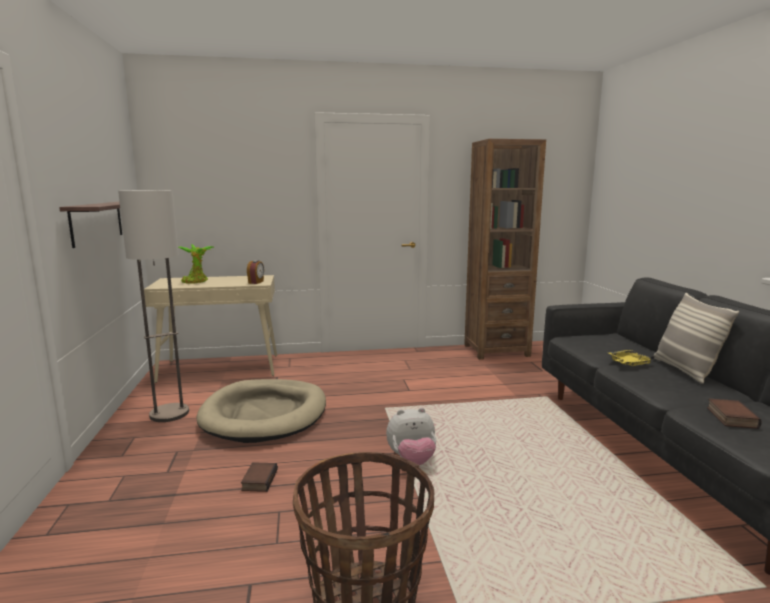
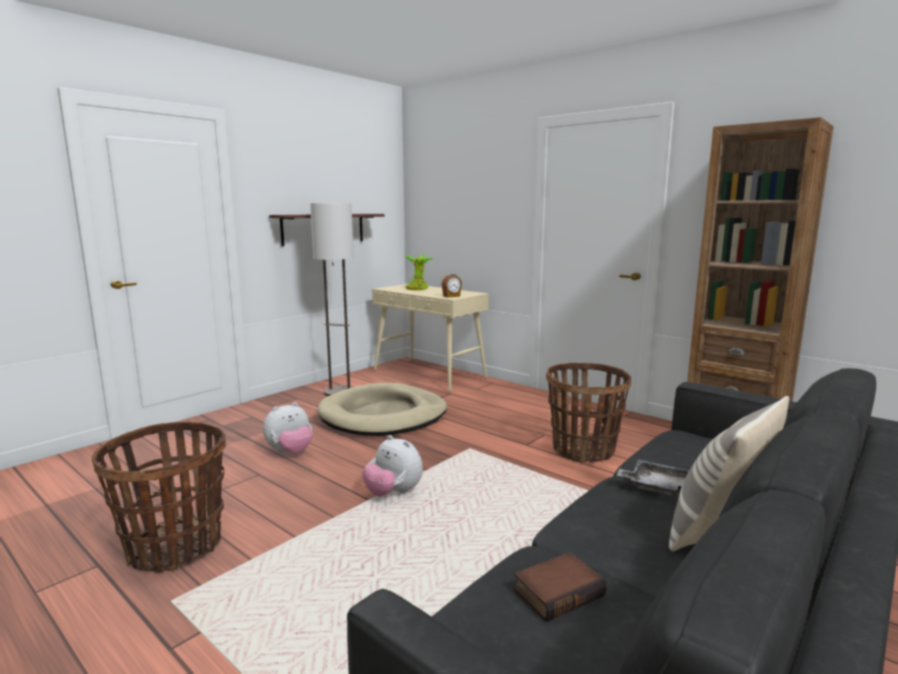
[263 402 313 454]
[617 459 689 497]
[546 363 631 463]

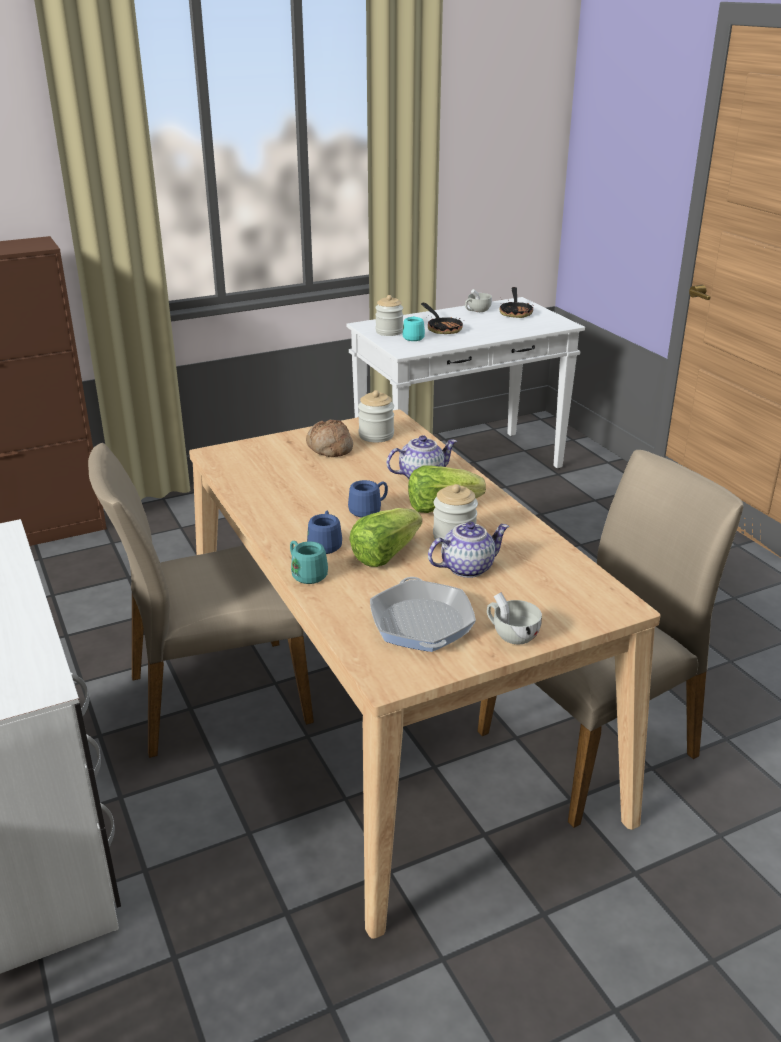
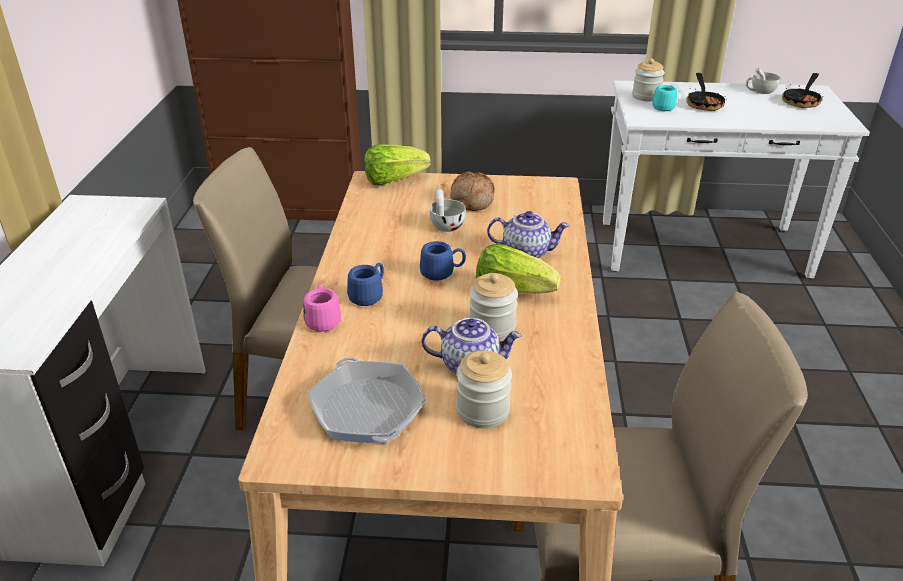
[303 284 341 332]
[364 144 431 185]
[456 350 512 428]
[307 357 426 443]
[430 189 466 232]

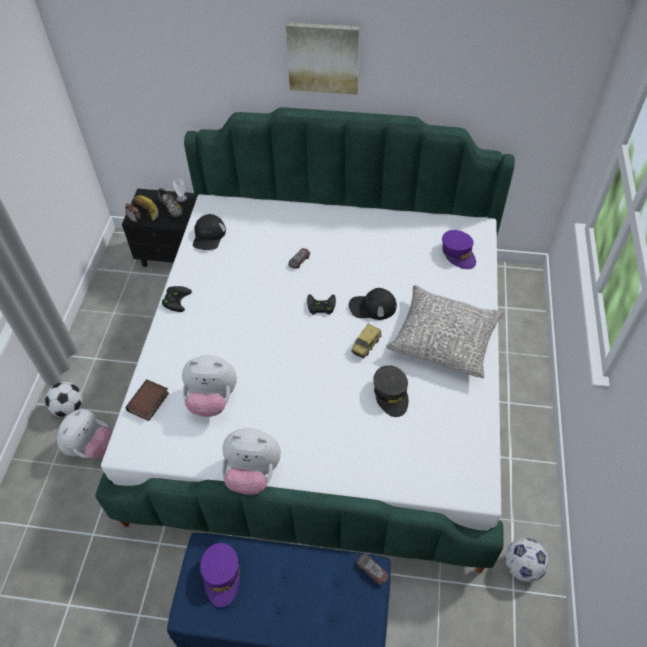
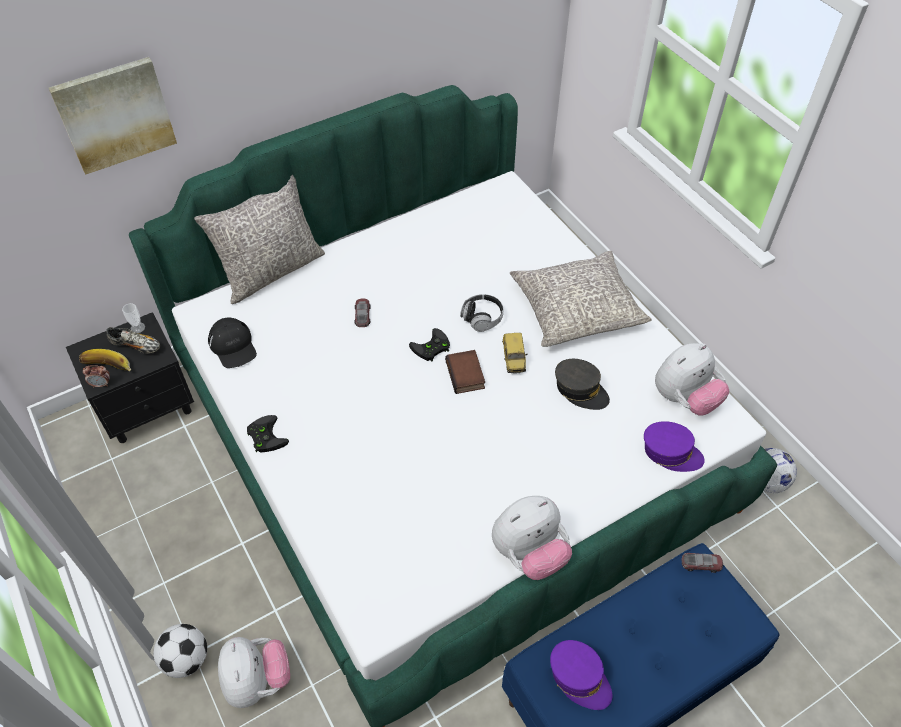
[445 350 485 394]
[655 343 729 416]
[49 57 177 175]
[460 294 503 332]
[644 421 705 472]
[194 175 325 304]

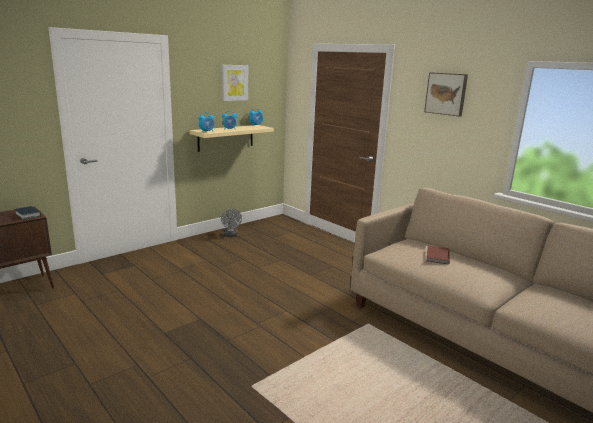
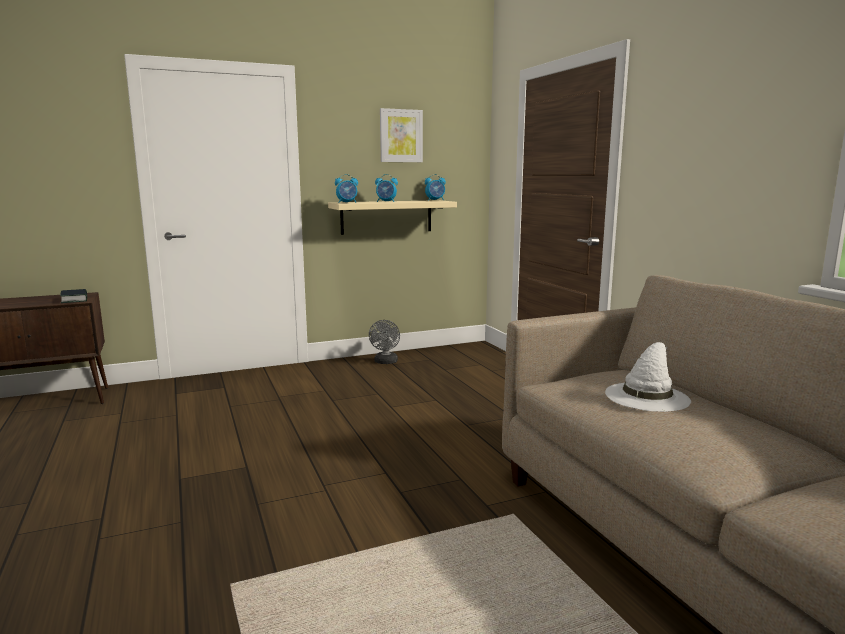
[424 72 468 117] (first image)
[605 342 691 412]

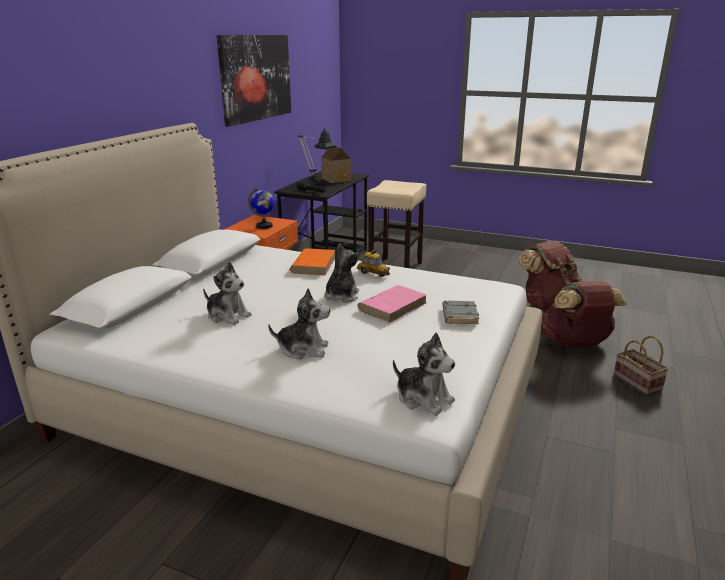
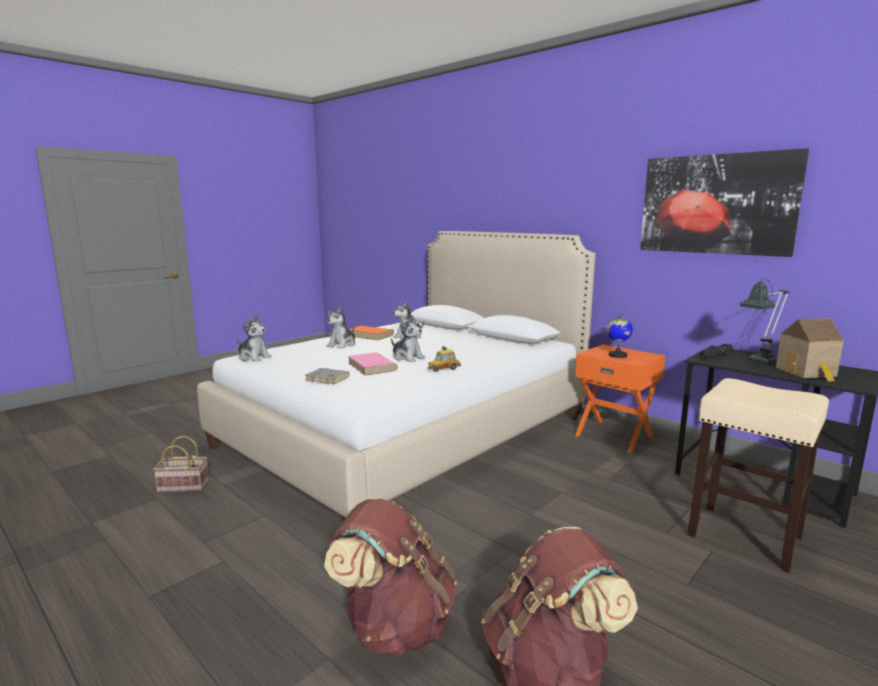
[350 326 394 340]
[237 315 272 362]
[153 436 209 493]

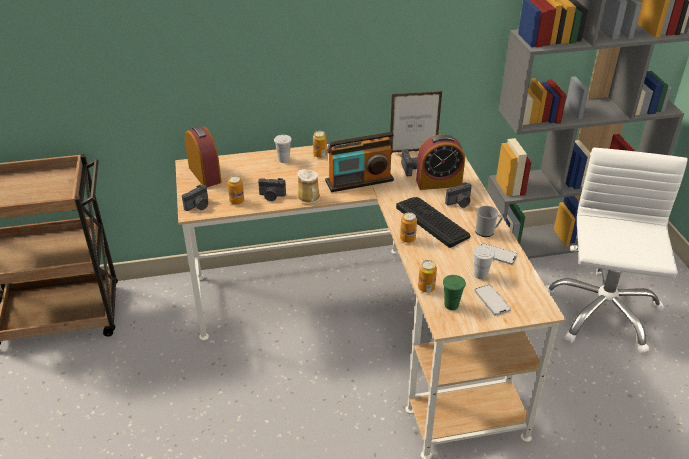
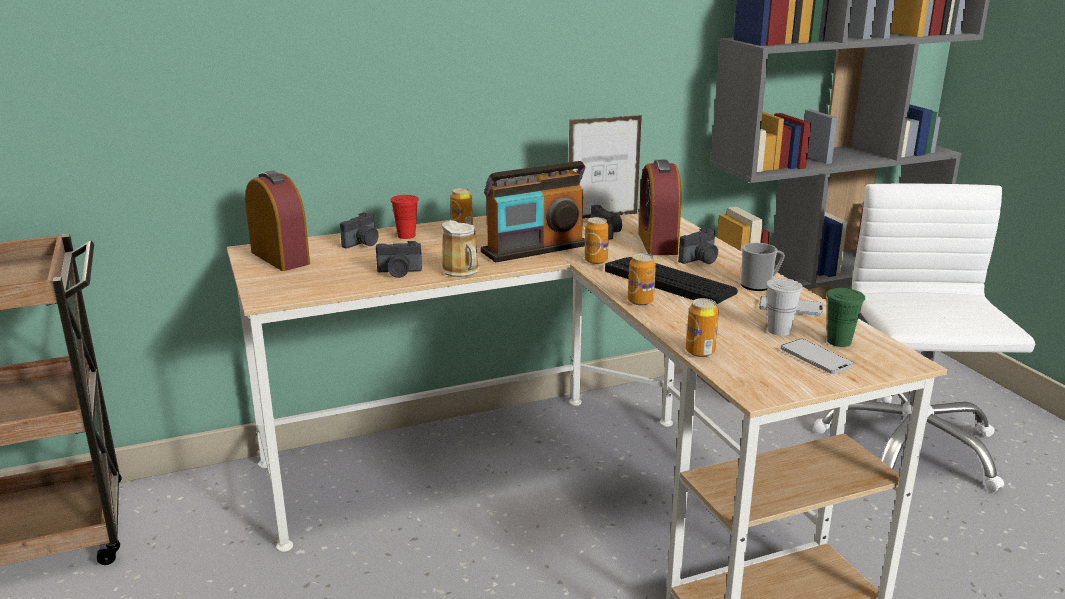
[340 212 379 248]
[584 217 609 264]
[390 195 419 239]
[638 160 682 255]
[826 288 865 347]

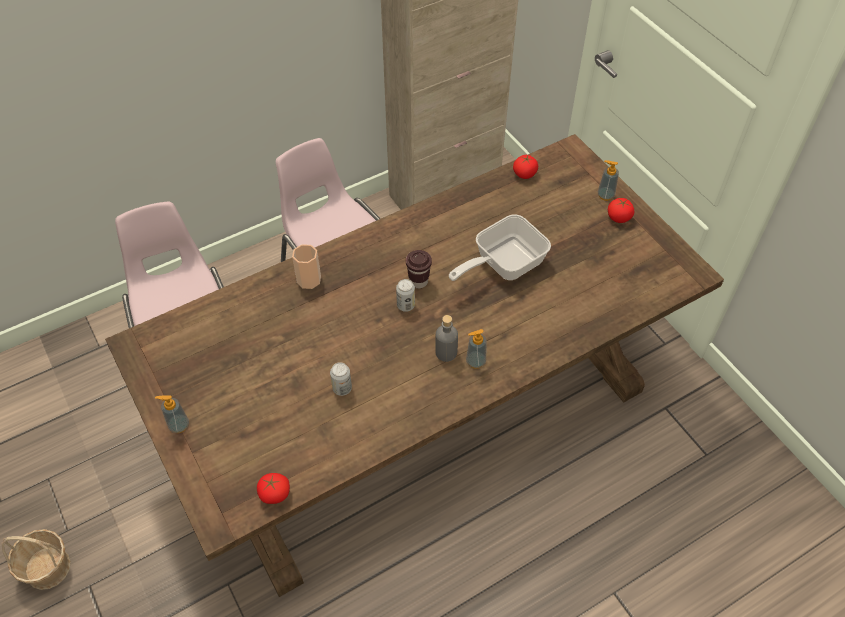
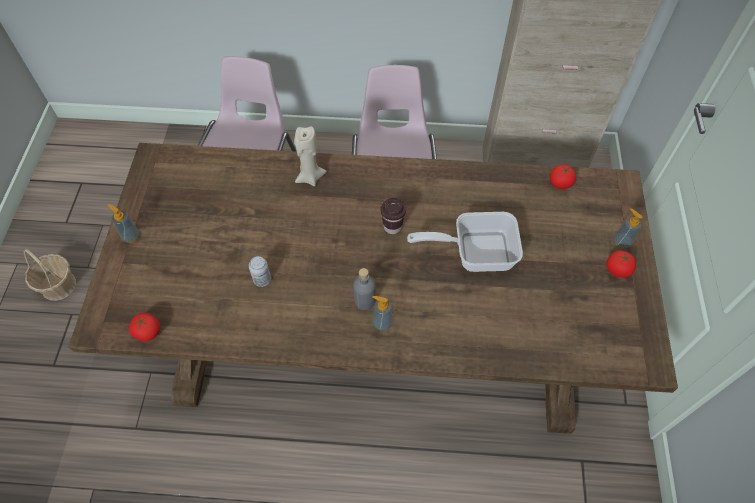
[294 126 327 186]
[396 279 415 312] (first image)

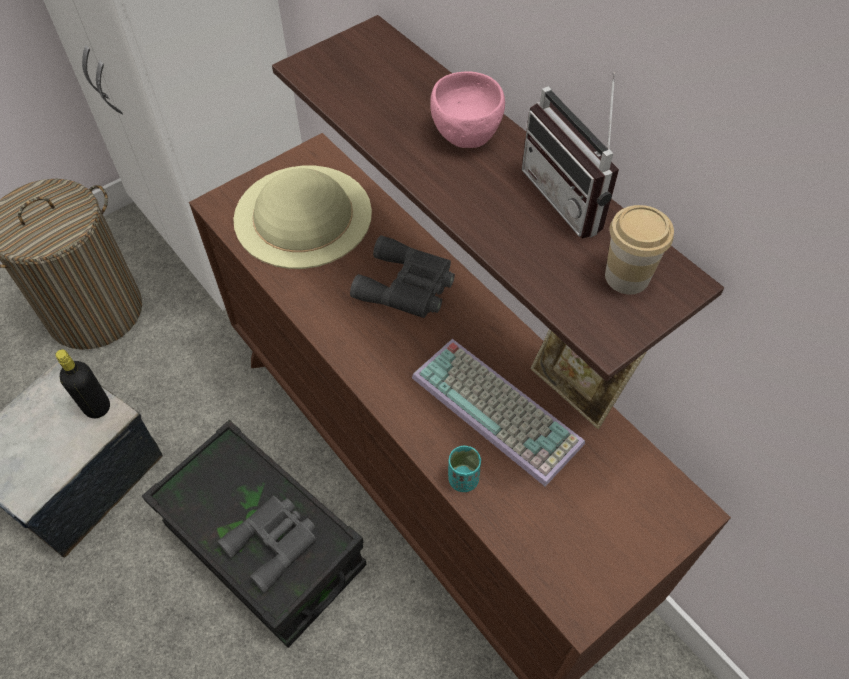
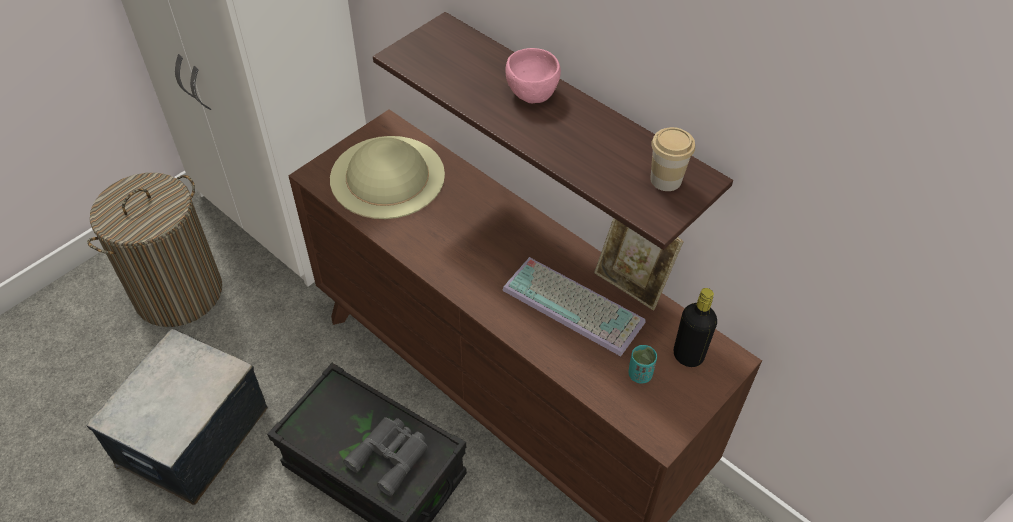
[674 288 717 367]
[350 235 455 318] (first image)
[628 345 657 384]
[522 72 619 238] (first image)

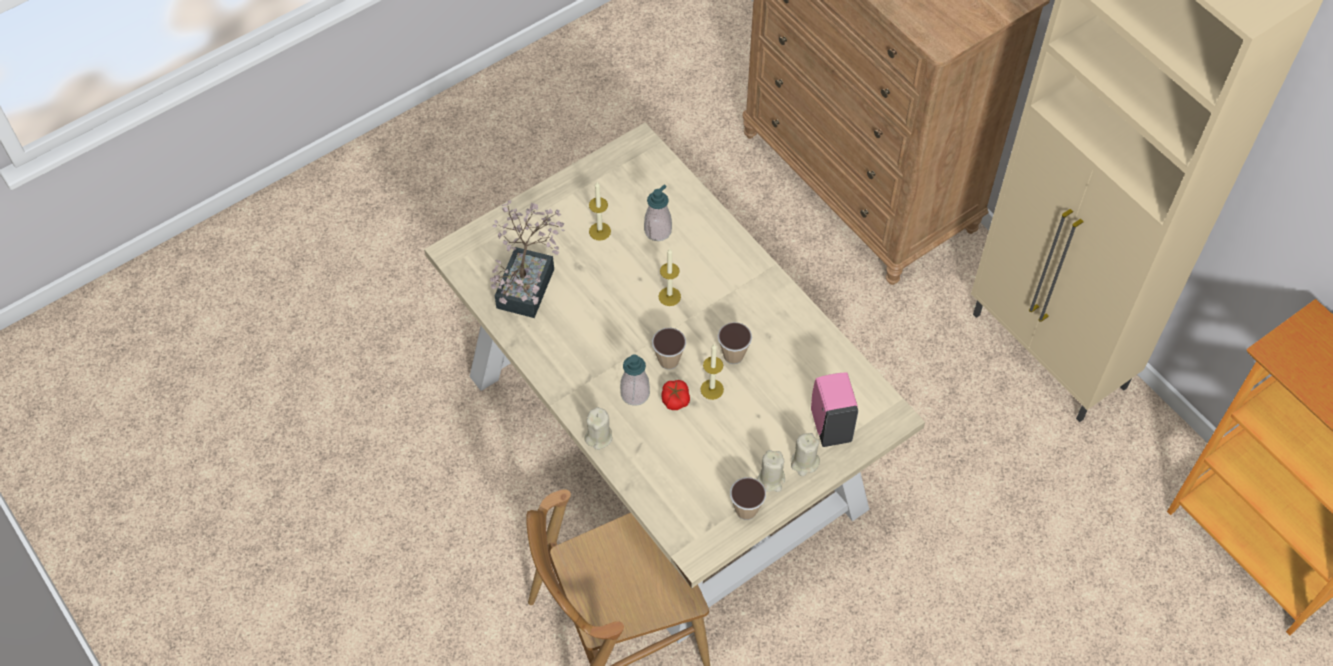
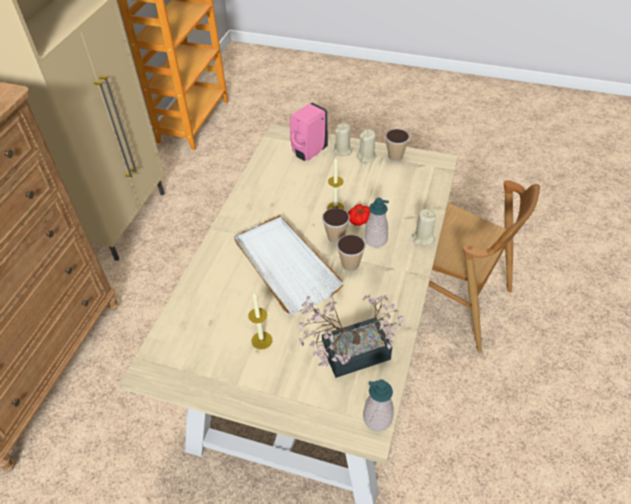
[363 379 394 431]
[234 215 344 315]
[337 235 366 272]

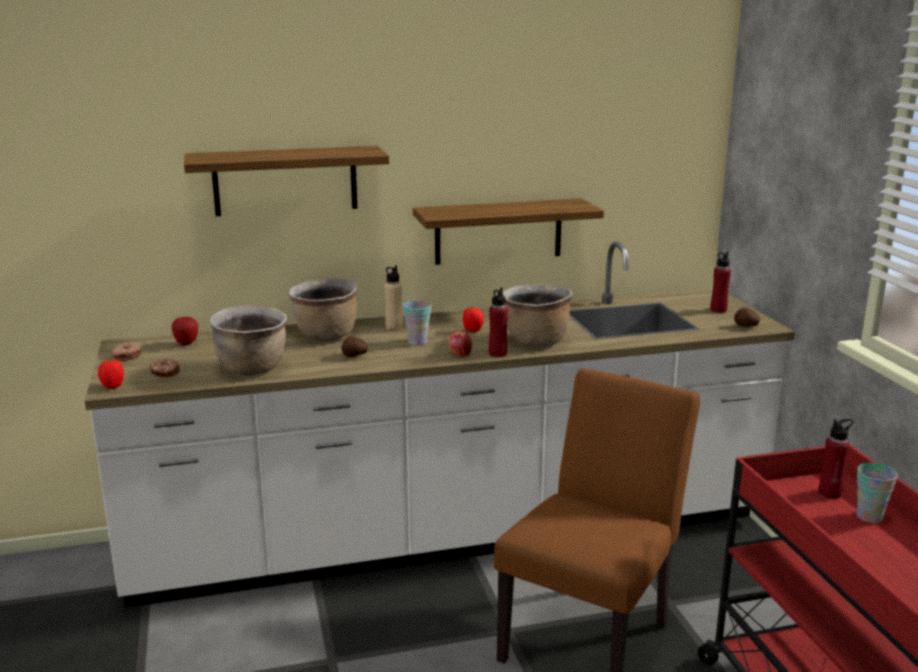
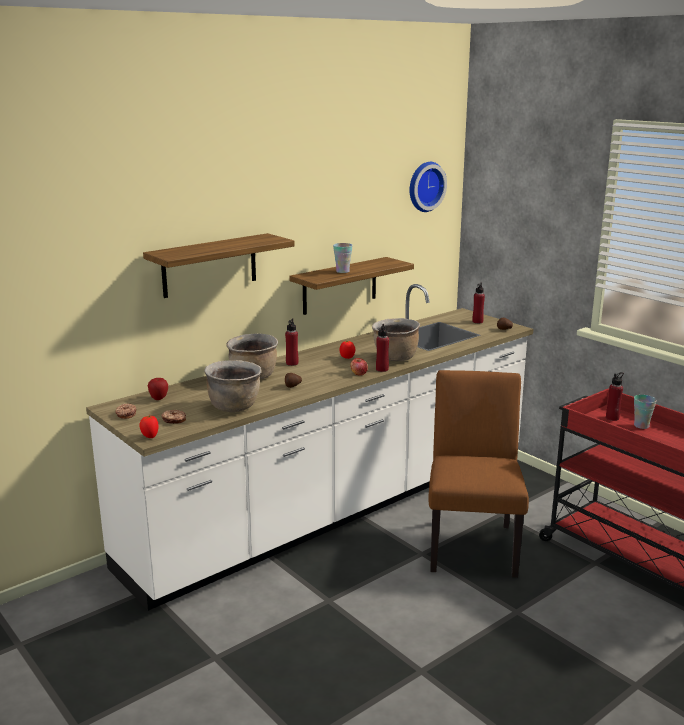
[285 319 299 366]
[333 243 353 273]
[410 162 447 212]

